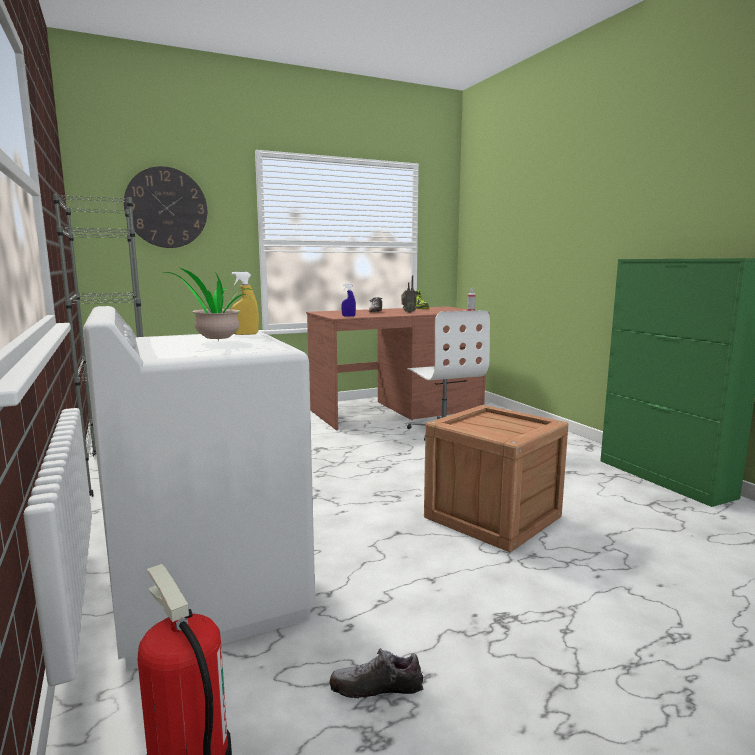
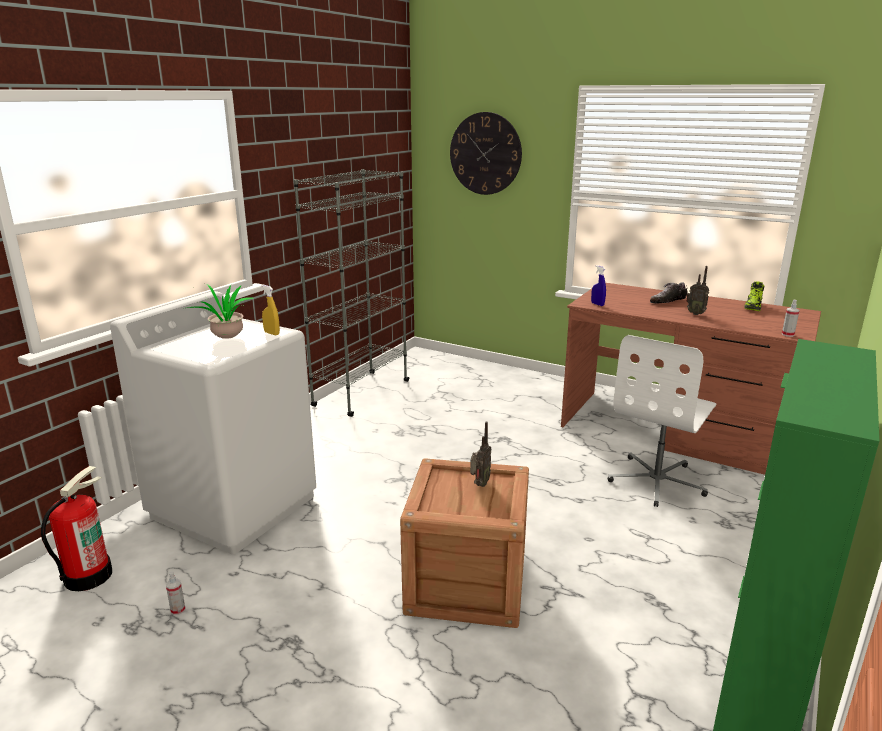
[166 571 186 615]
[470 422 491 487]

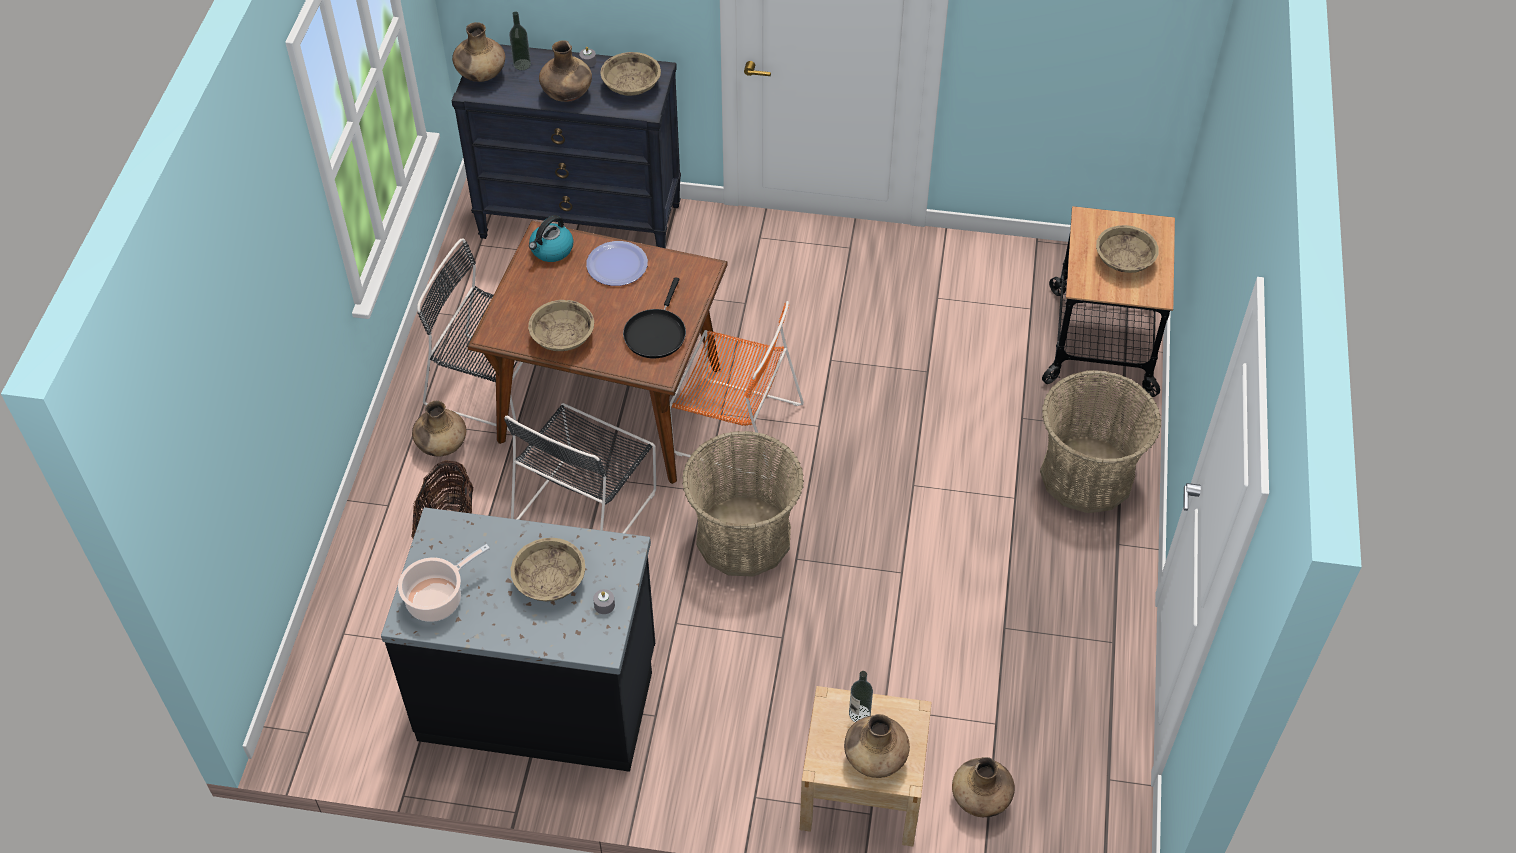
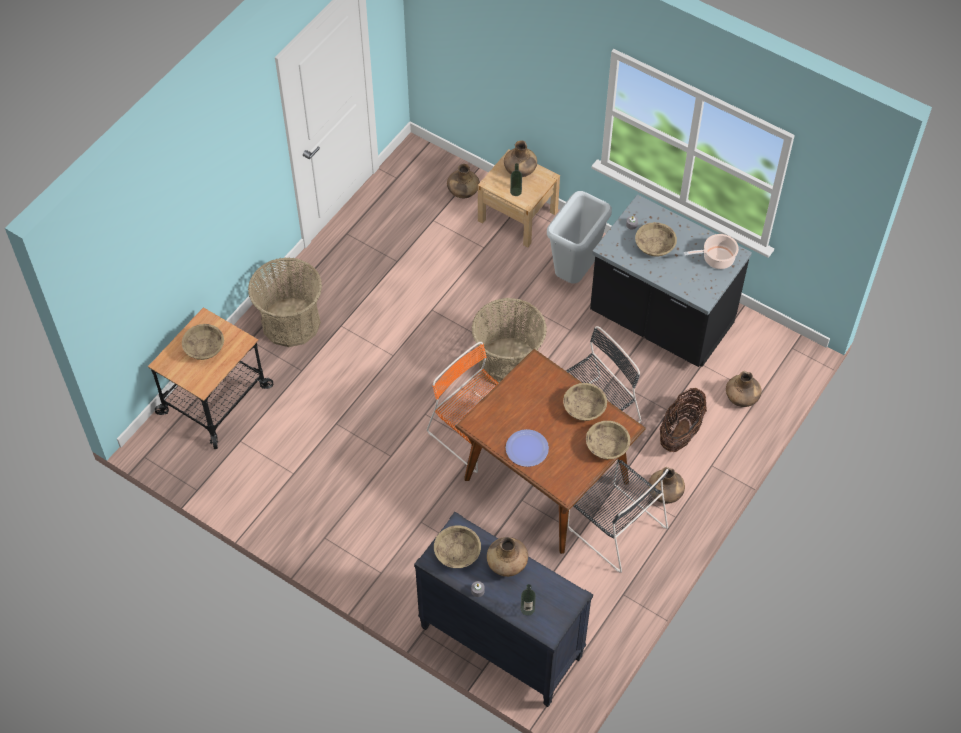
[726 371 762 407]
[529 215 574 262] (first image)
[623 277 686 358] (first image)
[547 191 612 284]
[586 421 630 459]

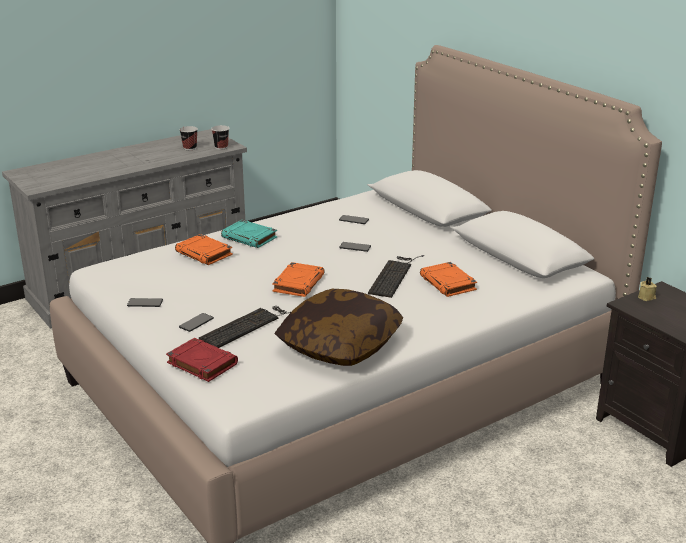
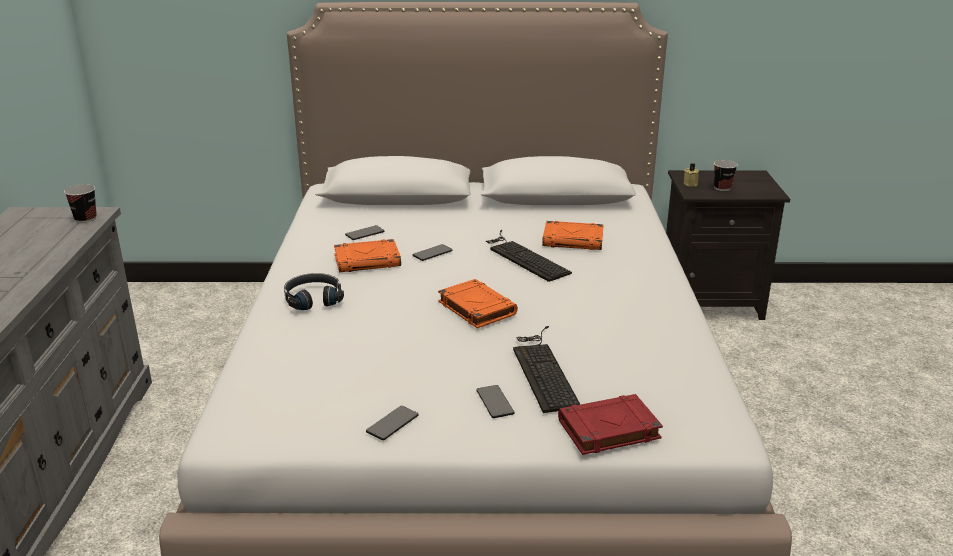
[334 239 401 272]
[714 160 738 191]
[284 273 344 310]
[275 289 403 366] (first image)

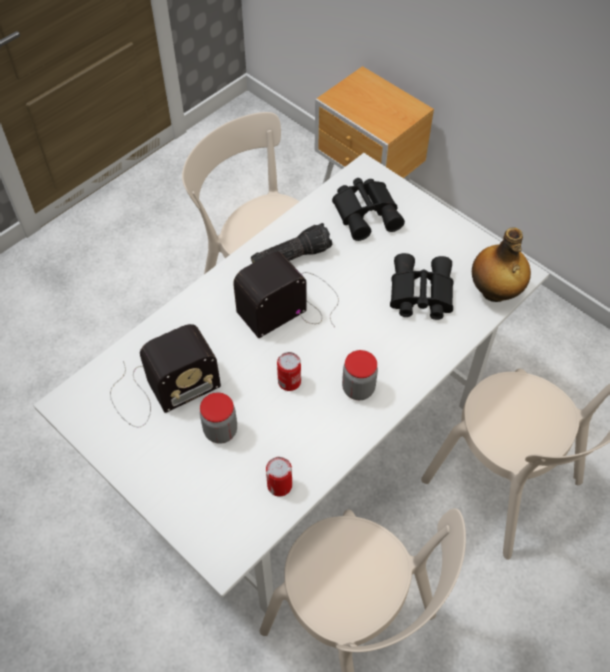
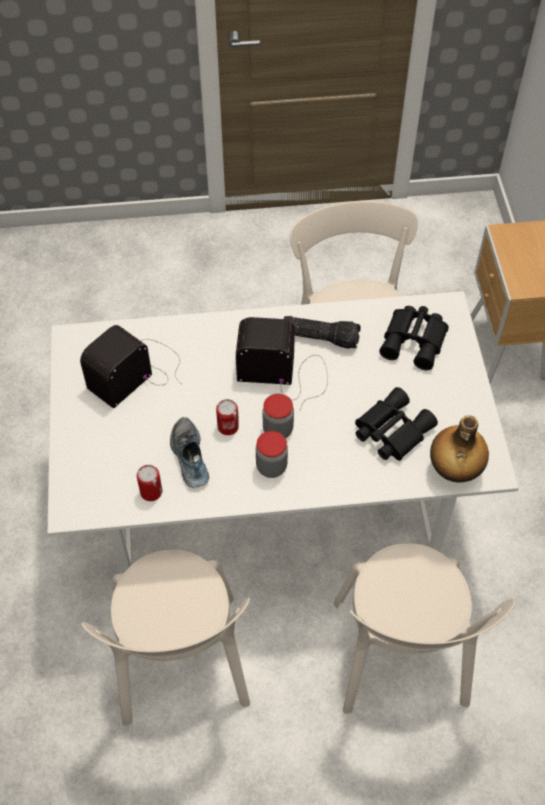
[80 325 181 408]
[263 394 294 438]
[170 417 209 488]

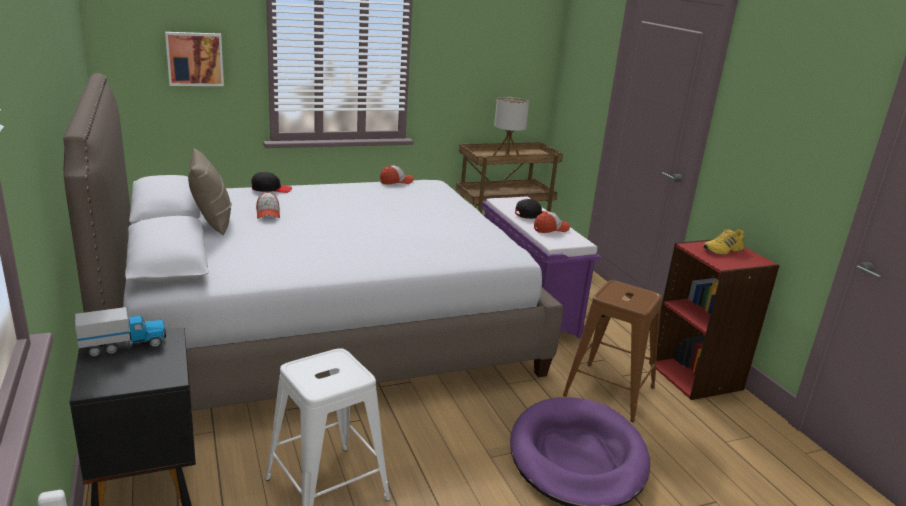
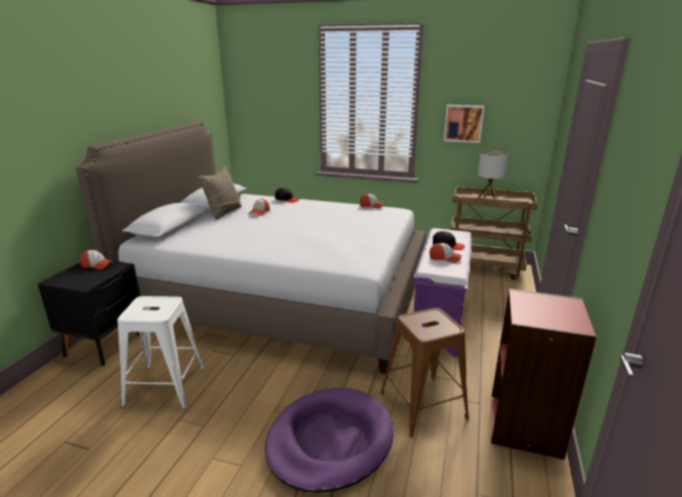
[80 250 114 270]
[444 105 484 143]
[703 229 744 255] (first image)

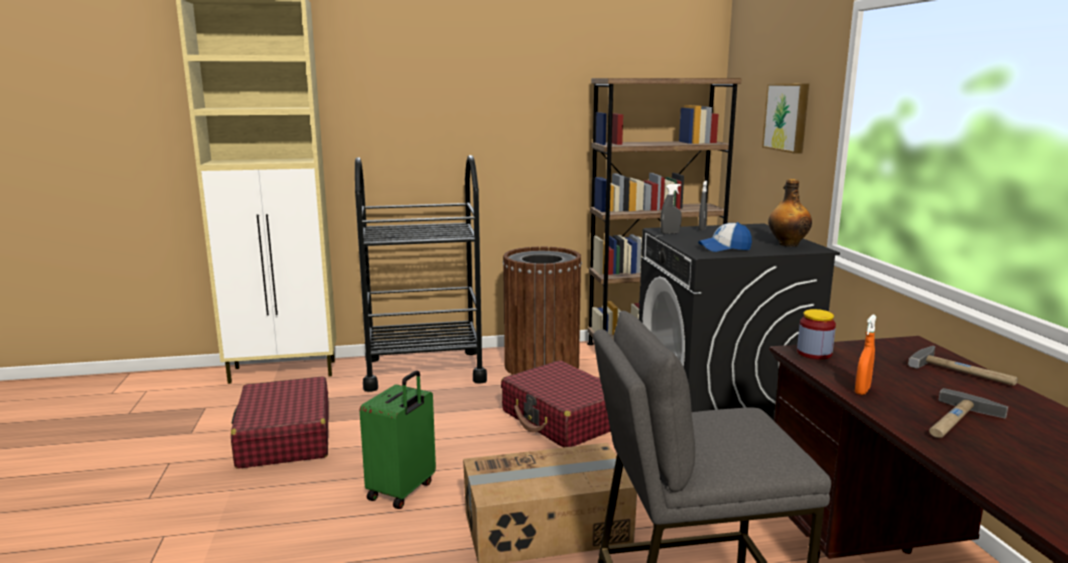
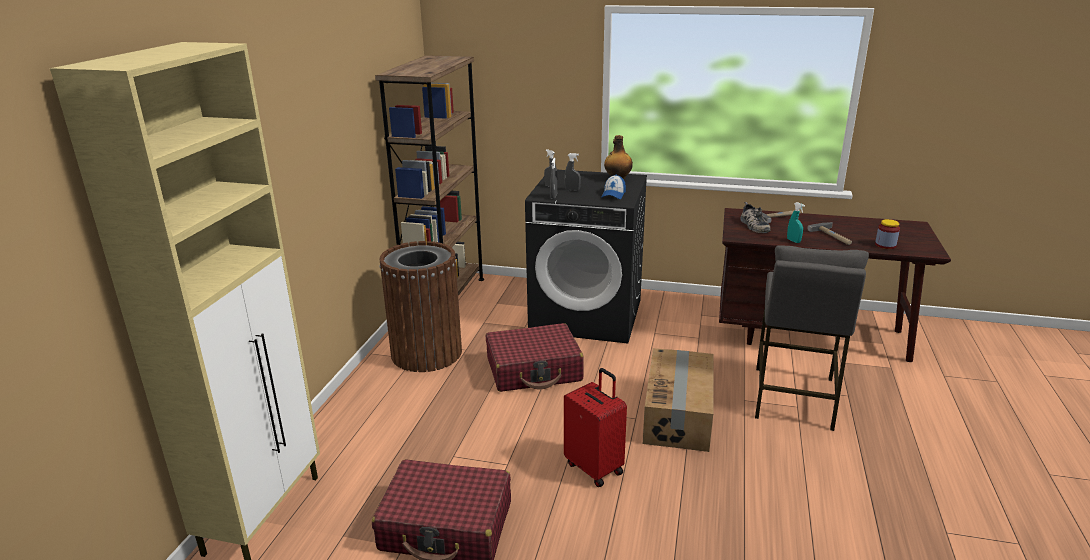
[355 155 487 392] (first image)
[564 368 627 487]
[762 83 809 154] (first image)
[875 219 900 249]
[787 202 805 243]
[564 153 581 191]
[740 202 770 233]

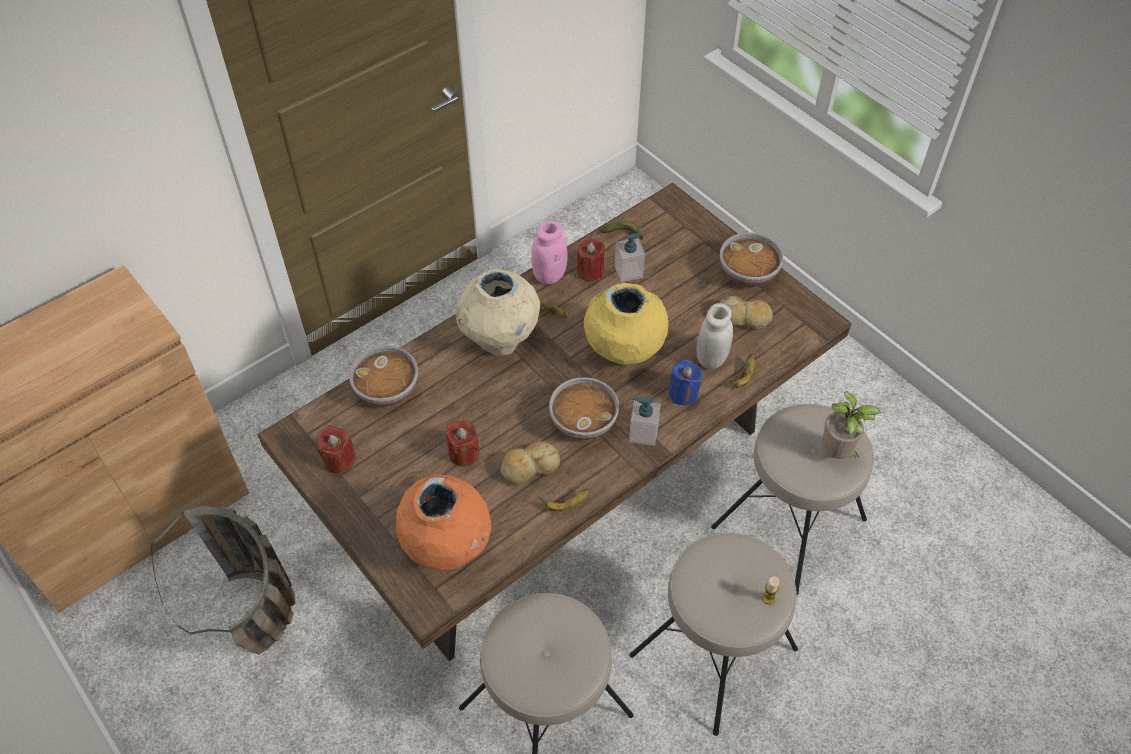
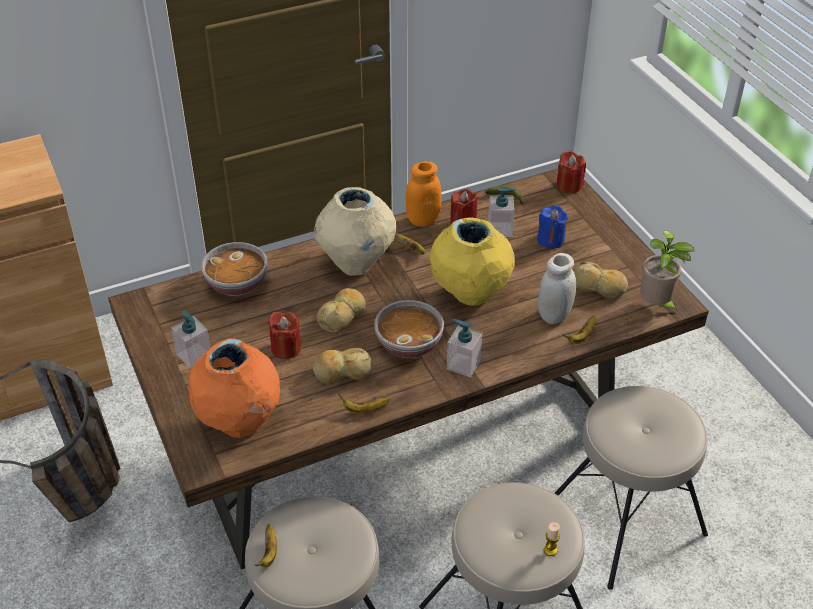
[557 150 586 193]
[406 161 442 227]
[537 205 568 249]
[720 232 783 287] (first image)
[640 230 694 312]
[171 311 211 369]
[255 524 277 567]
[317 288 366 333]

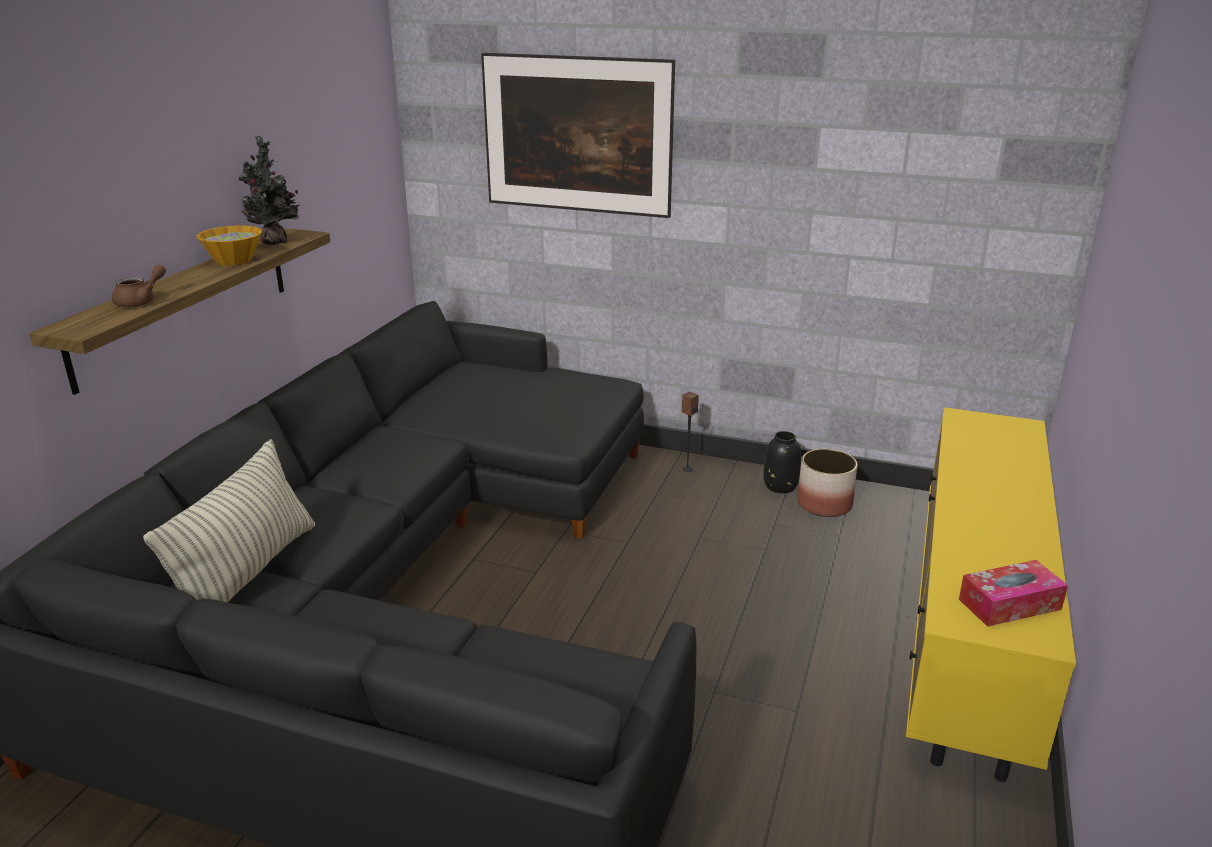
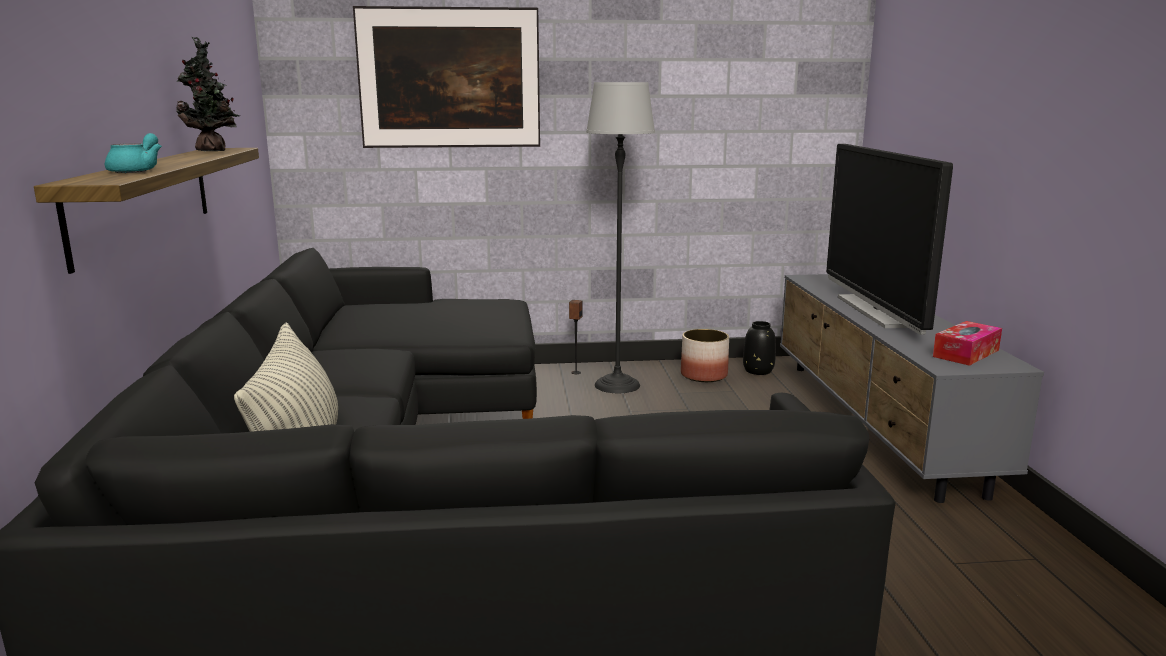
[105 133 162 173]
[196 225 262 265] (first image)
[743 321 776 375]
[780 274 1044 503]
[586 82 655 393]
[826 144 953 335]

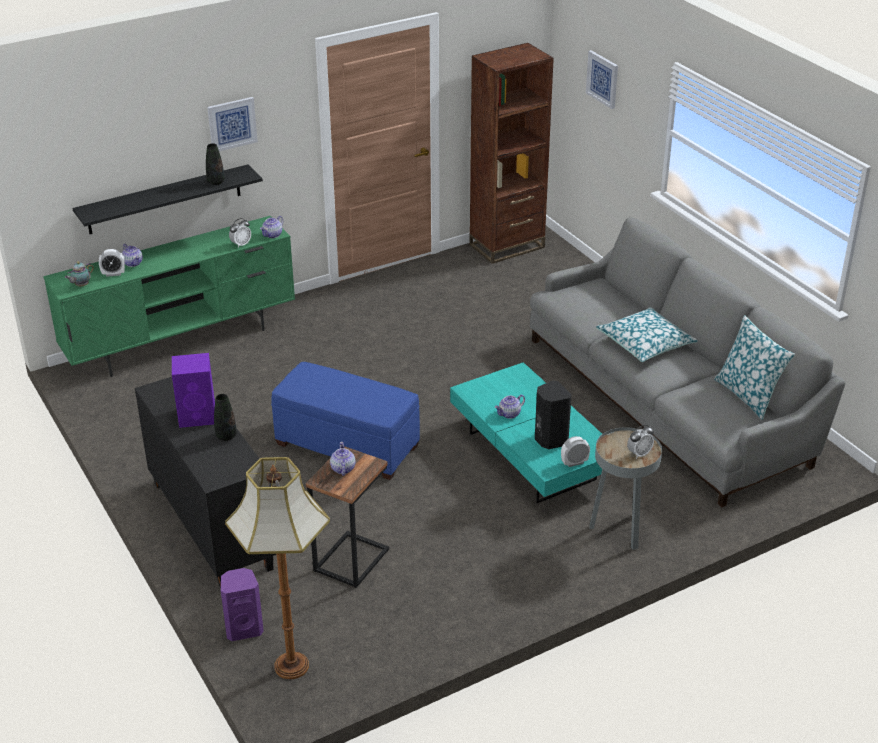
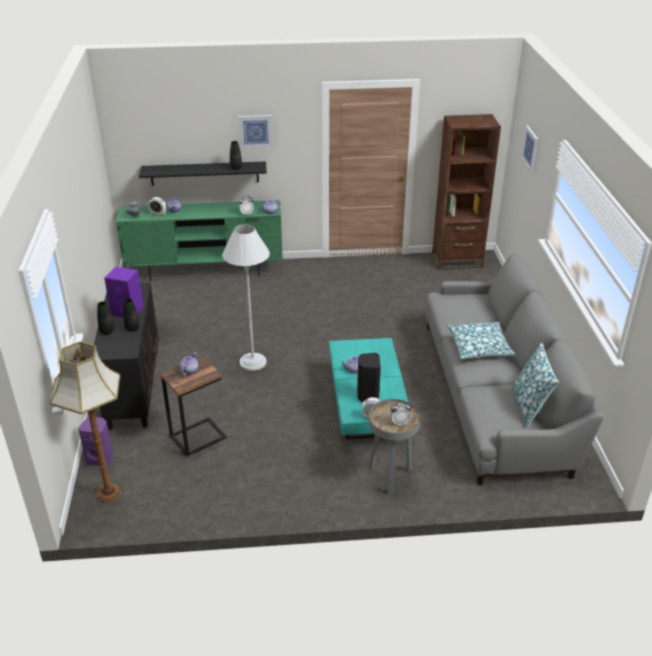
[222 224 270 371]
[97 301 114 335]

